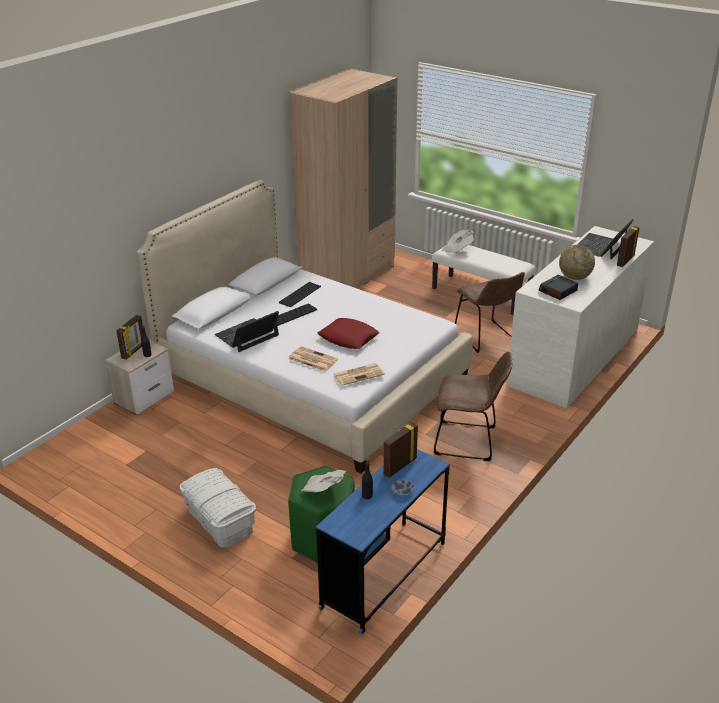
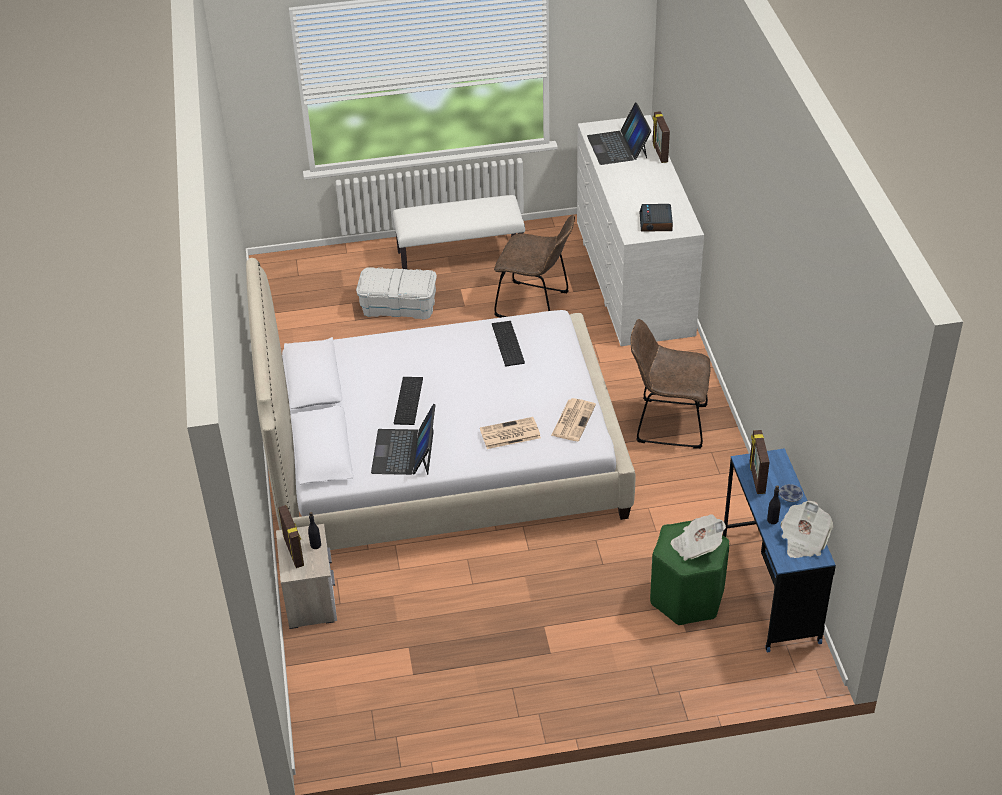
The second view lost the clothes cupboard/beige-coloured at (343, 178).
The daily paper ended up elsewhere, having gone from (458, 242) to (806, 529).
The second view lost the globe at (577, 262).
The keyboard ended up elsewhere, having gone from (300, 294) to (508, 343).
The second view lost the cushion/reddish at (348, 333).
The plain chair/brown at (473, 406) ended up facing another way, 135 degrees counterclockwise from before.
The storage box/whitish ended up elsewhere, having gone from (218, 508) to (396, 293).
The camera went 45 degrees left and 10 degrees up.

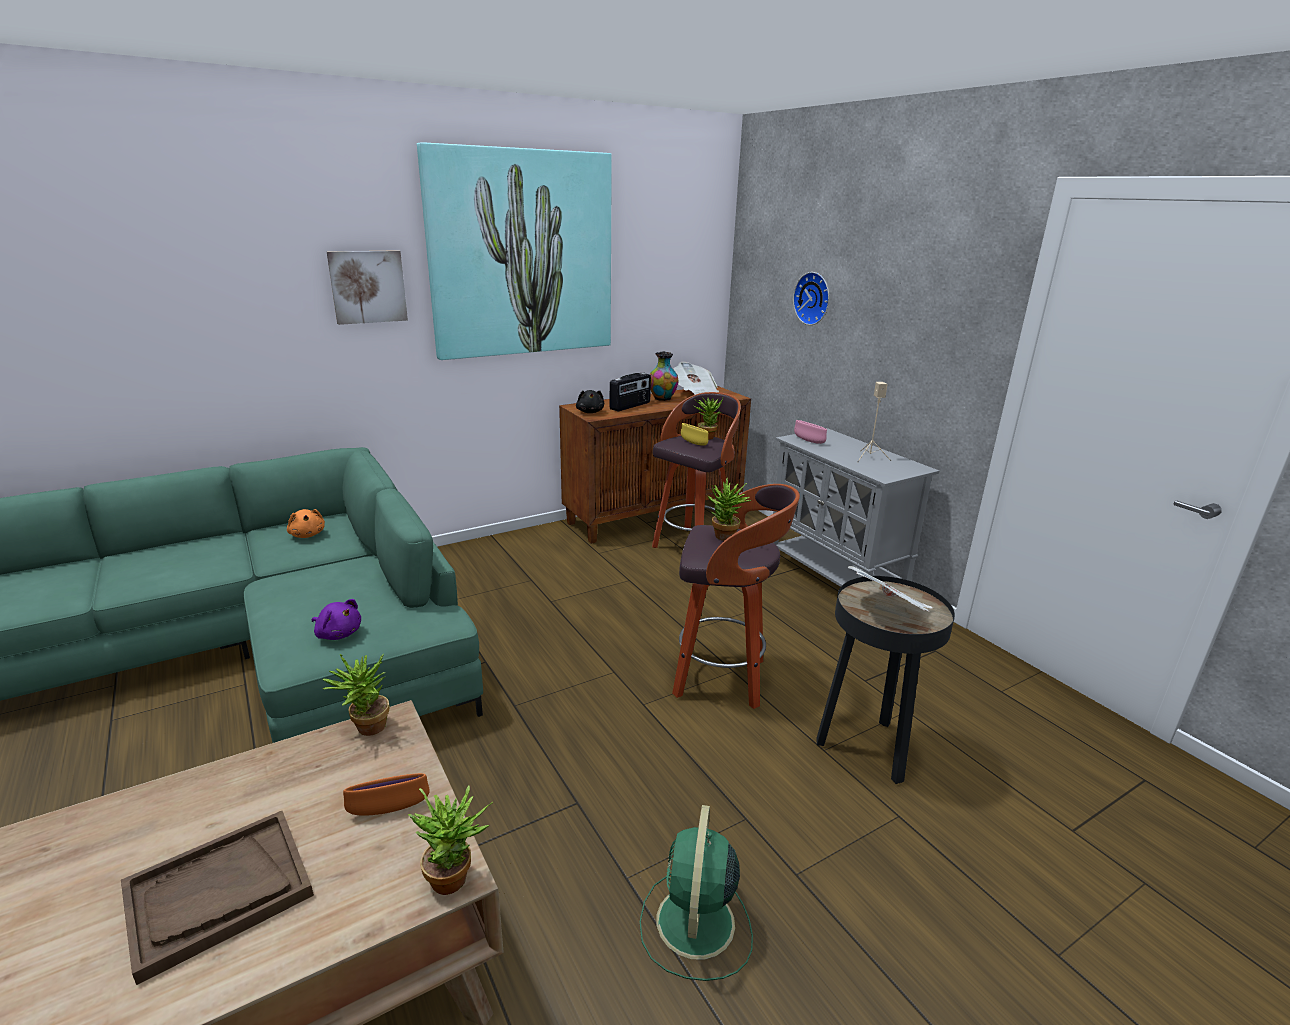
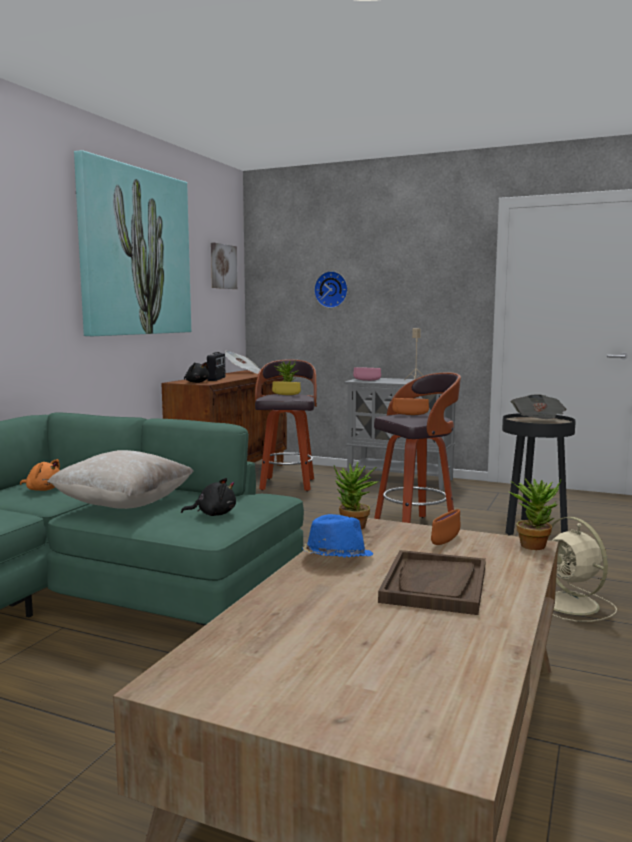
The wall picture ended up elsewhere, having gone from (367, 287) to (224, 266).
The second view lost the decorative vase at (664, 376).
Where the houseplant stood at (729, 509), the serving bowl/orange came to stand at (410, 406).
What was the cuddly toy/purplish at (336, 619) turned into the cuddly toy/black at (208, 497).
What was the cooling fan/greenish at (696, 893) turned into the cooling fan/beige-coloured at (582, 569).
The second view gained the cushion/beige-coloured at (120, 479).
The second view gained the hat/blue at (338, 536).
The camera went 35 degrees left and 15 degrees down.

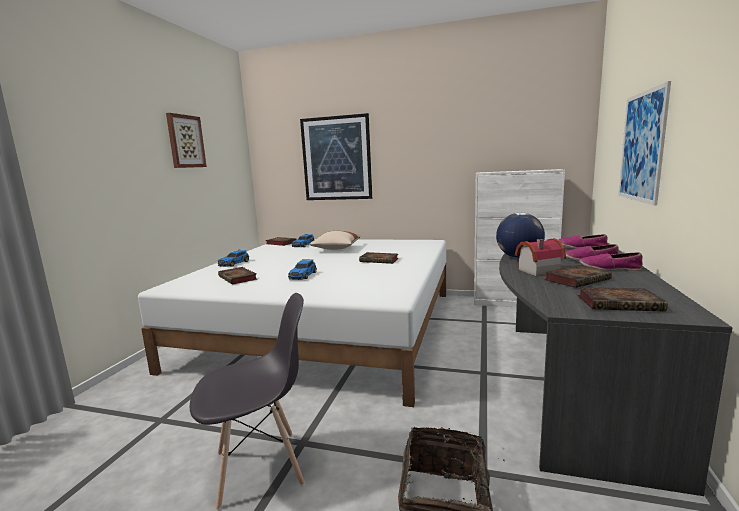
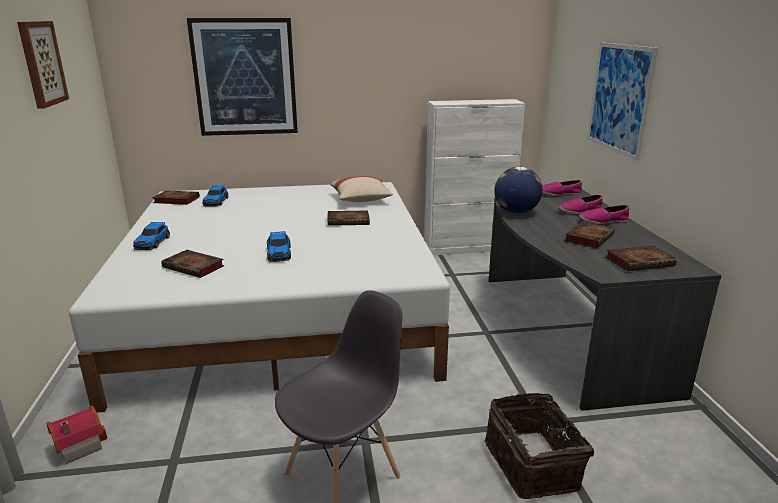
The cushion/beige-coloured ended up elsewhere, having gone from (334, 240) to (361, 189).
The toy house ended up elsewhere, having gone from (540, 257) to (77, 434).
The camera went 25 degrees left and 10 degrees up.

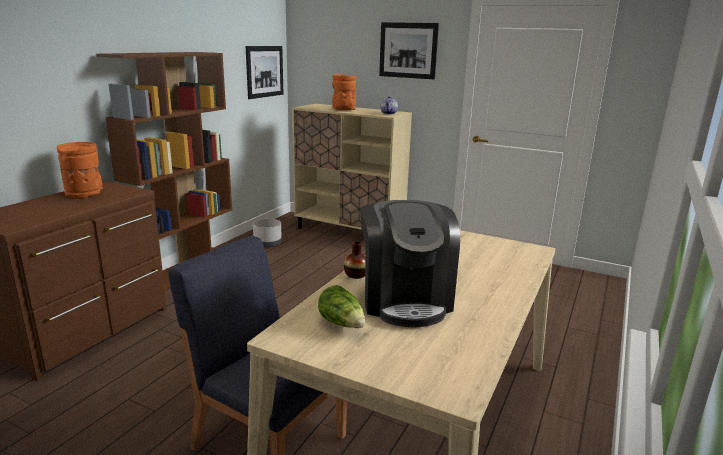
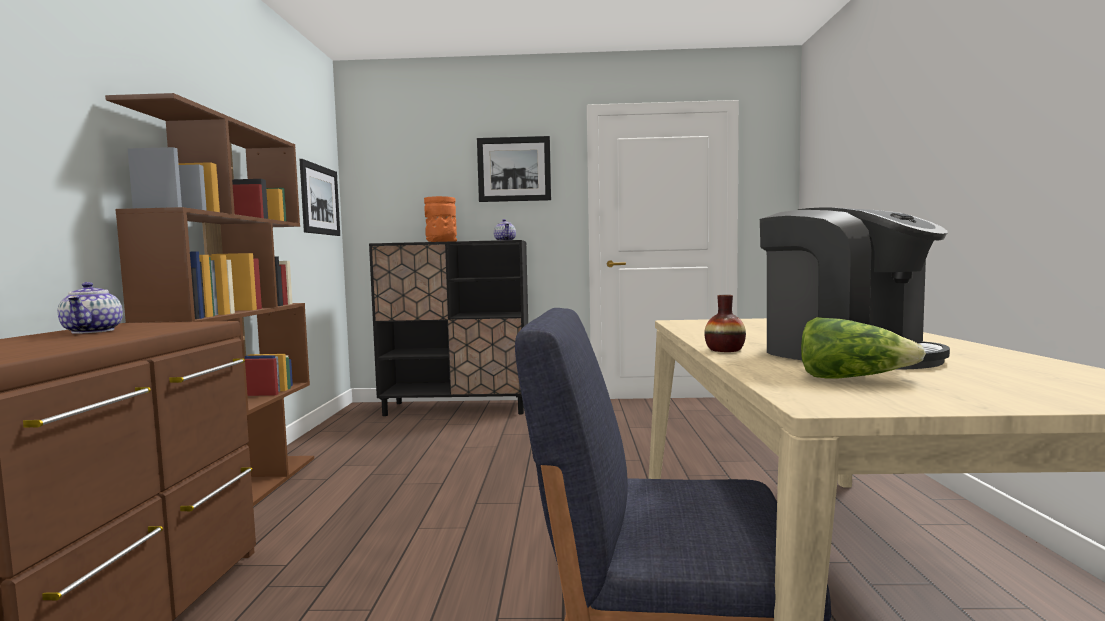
What was the cupboard/beige-coloured at (352, 167) turned into the cupboard/black at (448, 328).
Where the decorative vase/orange stood at (80, 170), the tea pot came to stand at (90, 308).
The second view lost the planter/grey at (267, 233).
The camera went 25 degrees left and 15 degrees down.

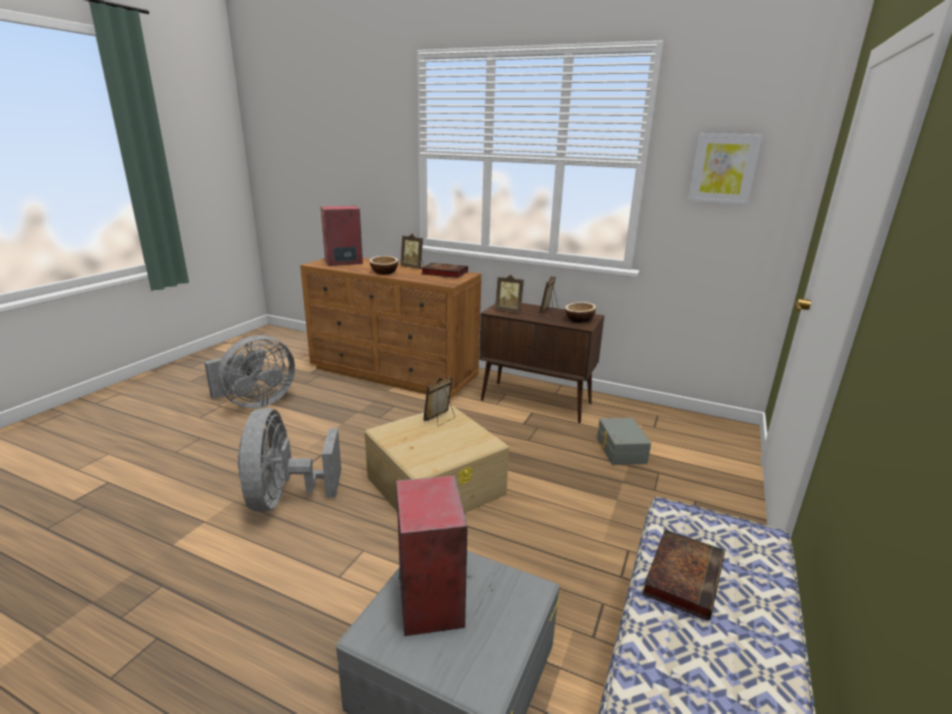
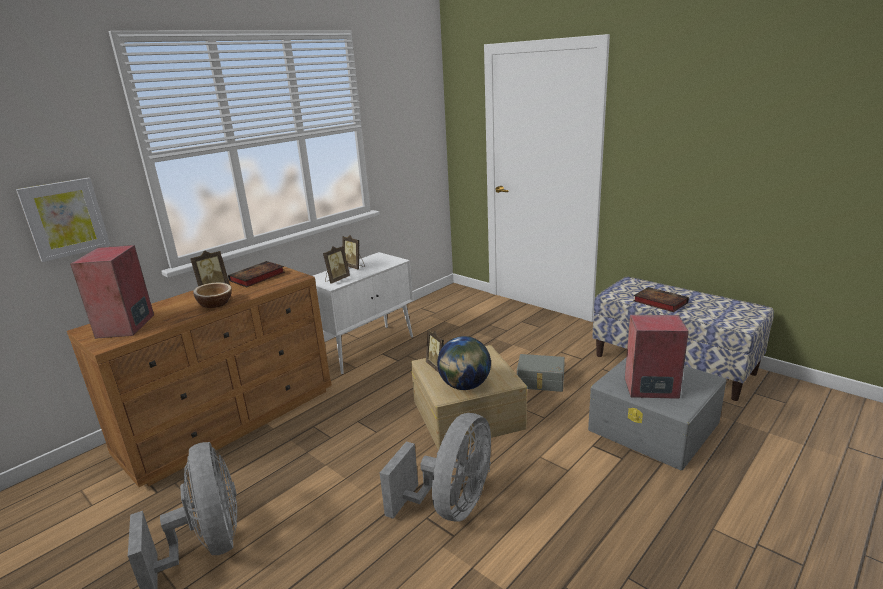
The wall picture ended up elsewhere, having gone from (725, 169) to (63, 220).
The second view lost the serving bowl at (580, 312).
What was the cupboard/brown at (542, 363) turned into the cupboard/whitish at (363, 313).
The cooling fan/grey at (289, 460) ended up facing another way, 75 degrees counterclockwise from before.
The storage box/grey ended up elsewhere, having gone from (624, 441) to (541, 373).
The second view gained the globe at (464, 363).
The camera went 70 degrees left and 0 degrees up.

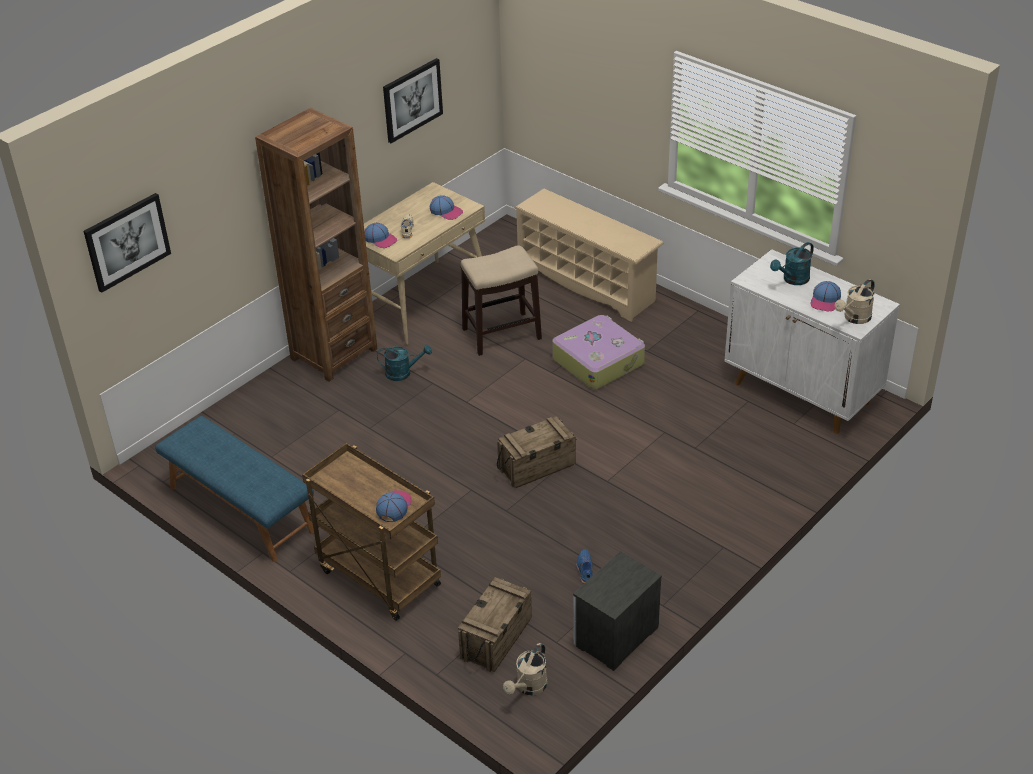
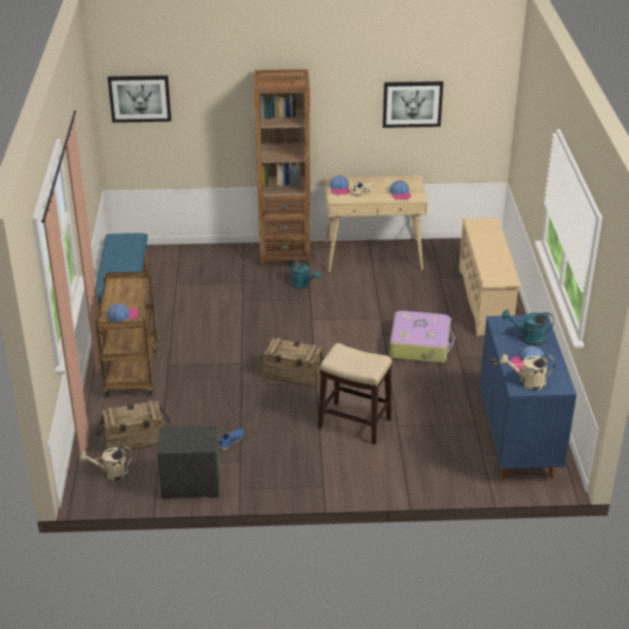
The sitting stool ended up elsewhere, having gone from (501, 300) to (355, 394).
What was the cupboard/whitish at (812, 341) turned into the cupboard/blue at (528, 397).
The camera went 45 degrees right and 5 degrees down.

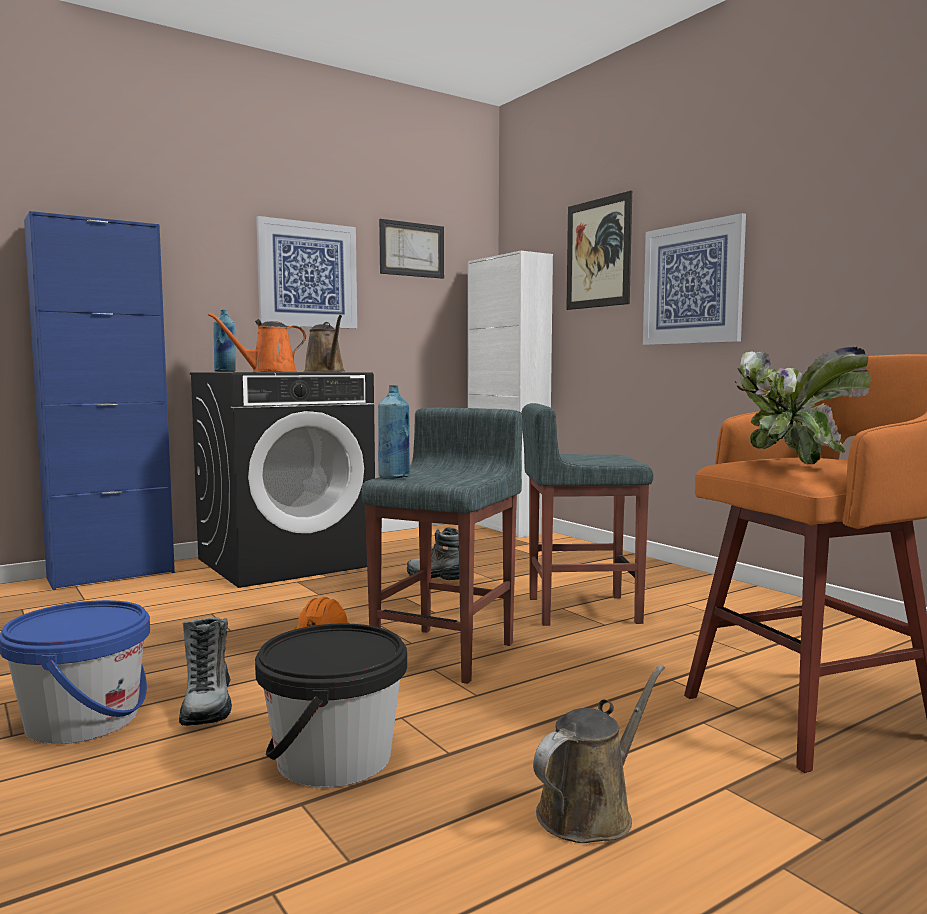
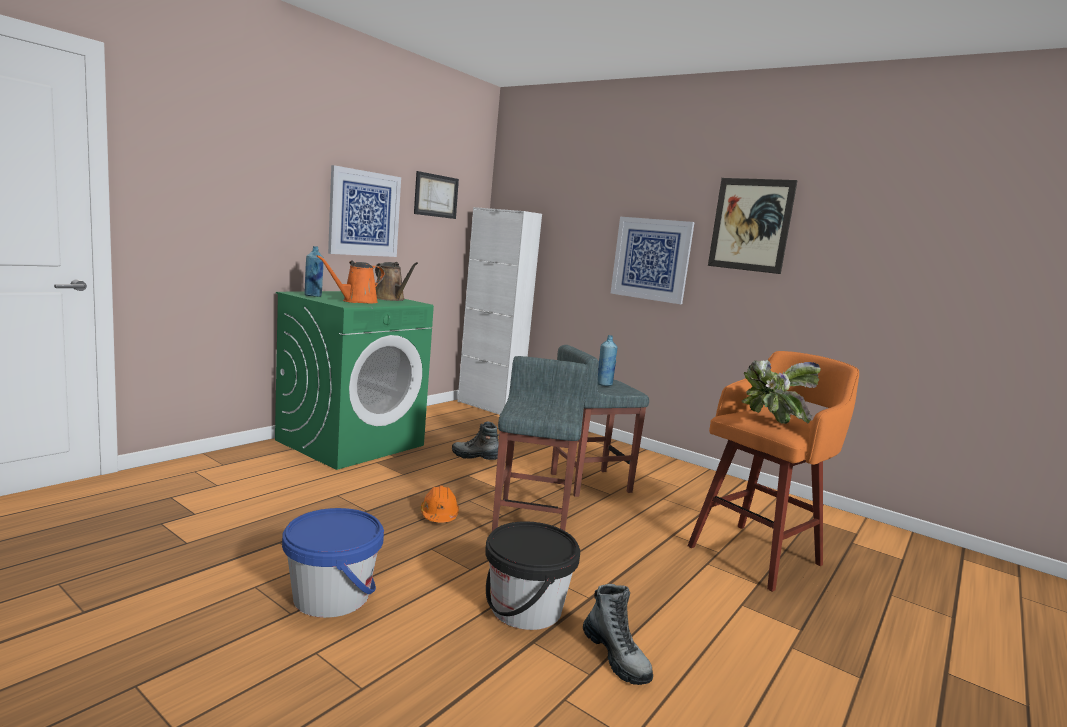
The wall picture ended up elsewhere, having gone from (599, 250) to (753, 226).
The second view lost the cupboard/blue at (99, 400).
What was the laundry machine/black at (282, 480) turned into the laundry machine/greenish at (354, 380).
The bottle/blue ended up elsewhere, having gone from (394, 432) to (607, 360).
The high-top boot ended up elsewhere, having gone from (205, 671) to (618, 634).
The second view lost the watering pot/brown at (599, 754).
The camera went 20 degrees left and 5 degrees up.

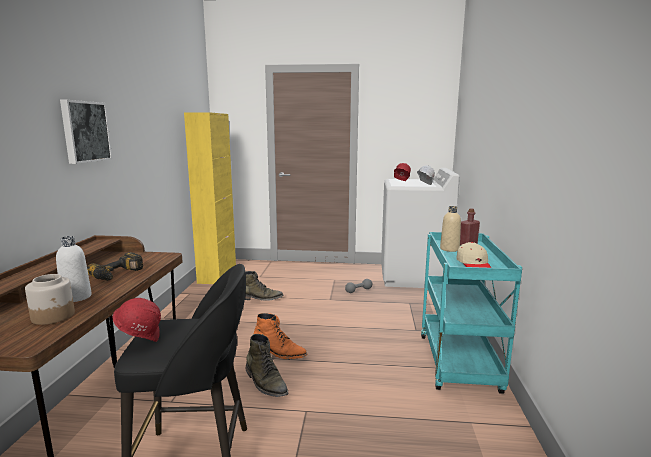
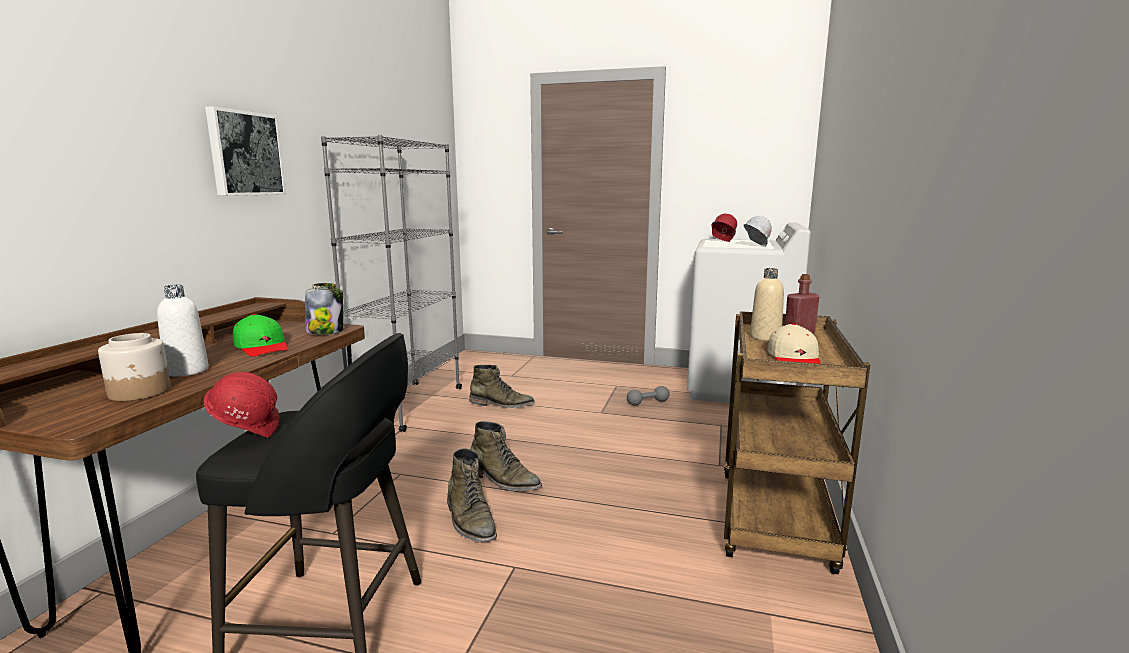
The second view lost the cupboard/yellow at (210, 198).
What was the trolley/turquoise at (471, 313) turned into the trolley/brown at (797, 442).
Where the power drill stood at (115, 266), the baseball cap/greenish came to stand at (261, 335).
What was the high-top boot/orange at (281, 336) turned into the high-top boot/greenish at (506, 456).
The second view gained the shelving unit/grey at (391, 283).
The second view gained the preserve jar at (324, 308).
The camera went 10 degrees right and 0 degrees up.

